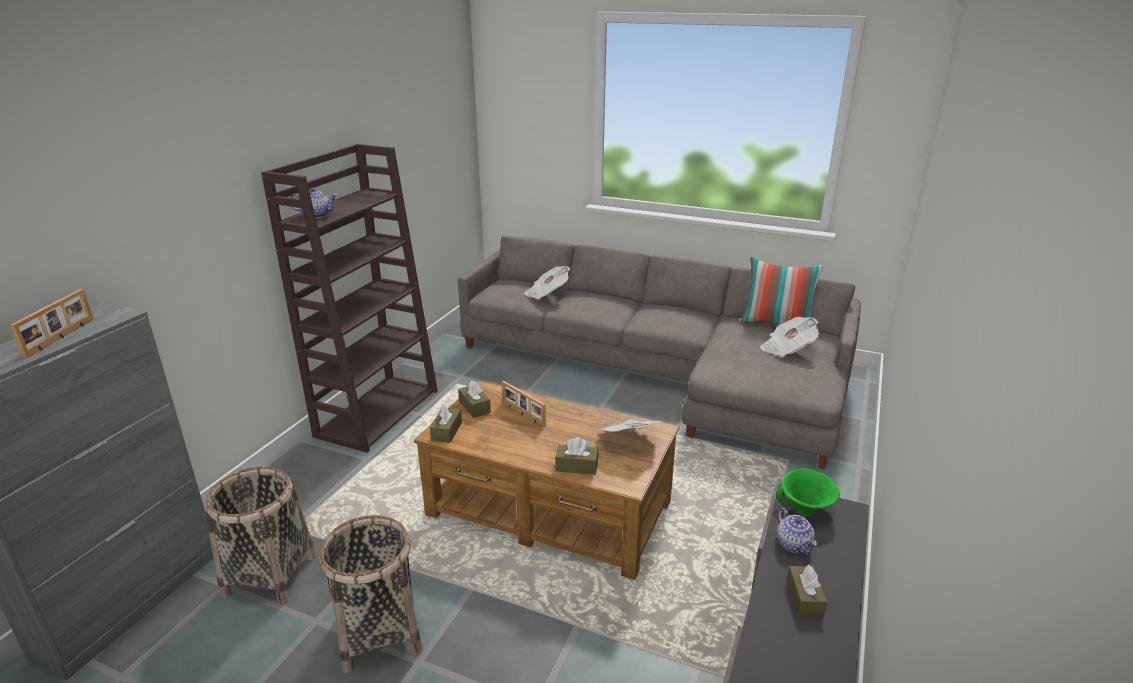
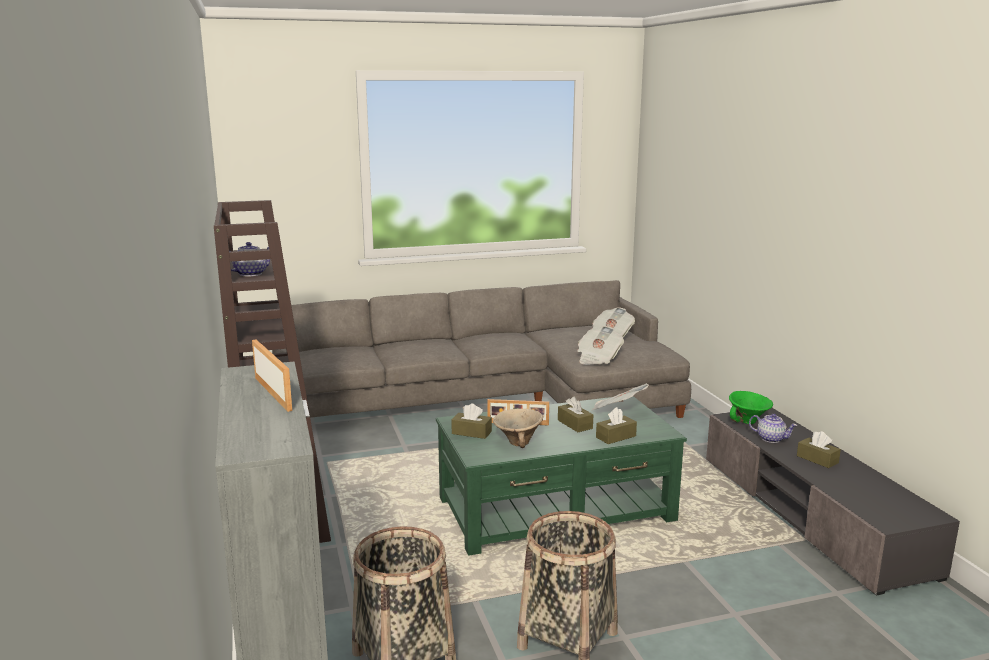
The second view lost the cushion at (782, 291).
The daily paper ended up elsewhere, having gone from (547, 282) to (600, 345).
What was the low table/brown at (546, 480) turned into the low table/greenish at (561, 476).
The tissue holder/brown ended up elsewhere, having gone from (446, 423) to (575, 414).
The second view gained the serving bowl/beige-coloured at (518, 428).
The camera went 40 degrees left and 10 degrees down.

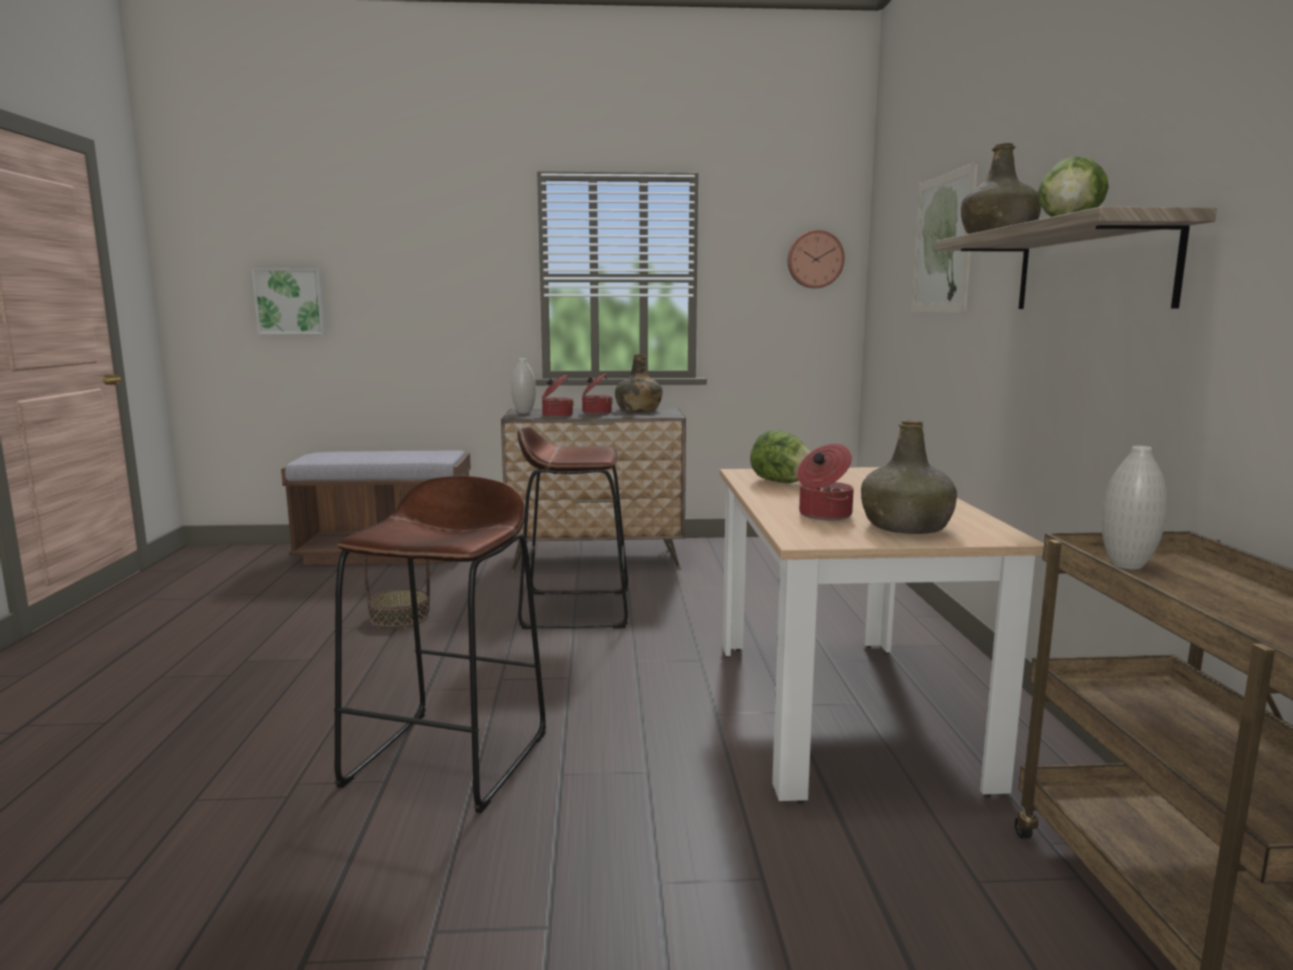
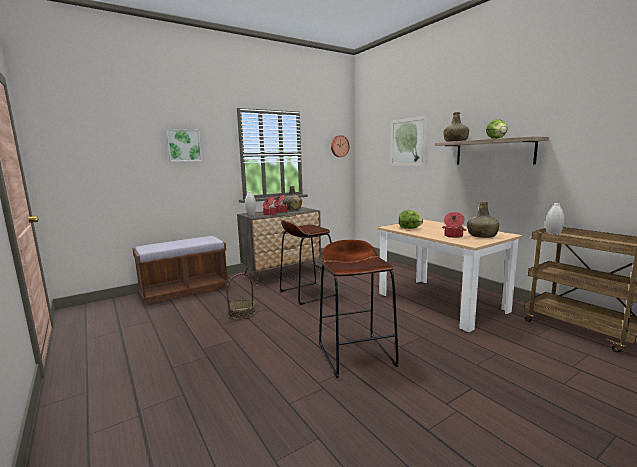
The wall picture ended up elsewhere, having gone from (288, 301) to (184, 145).
The camera went 30 degrees left and 0 degrees up.

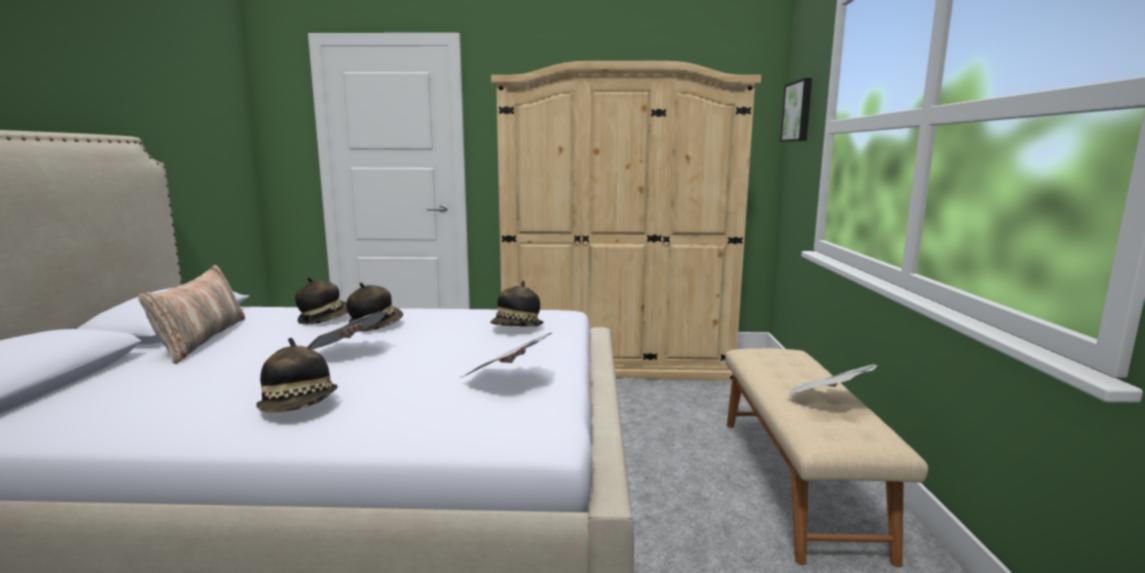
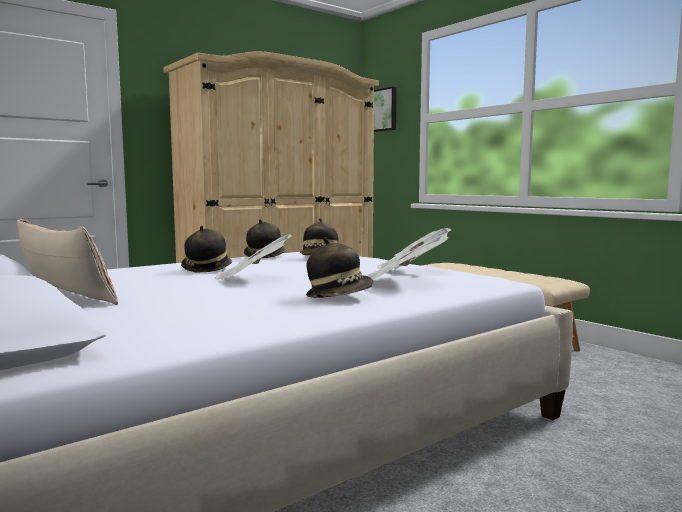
The hat ended up elsewhere, having gone from (321, 300) to (265, 239).
The daily paper ended up elsewhere, having gone from (832, 379) to (404, 258).
The camera went 40 degrees left and 5 degrees down.

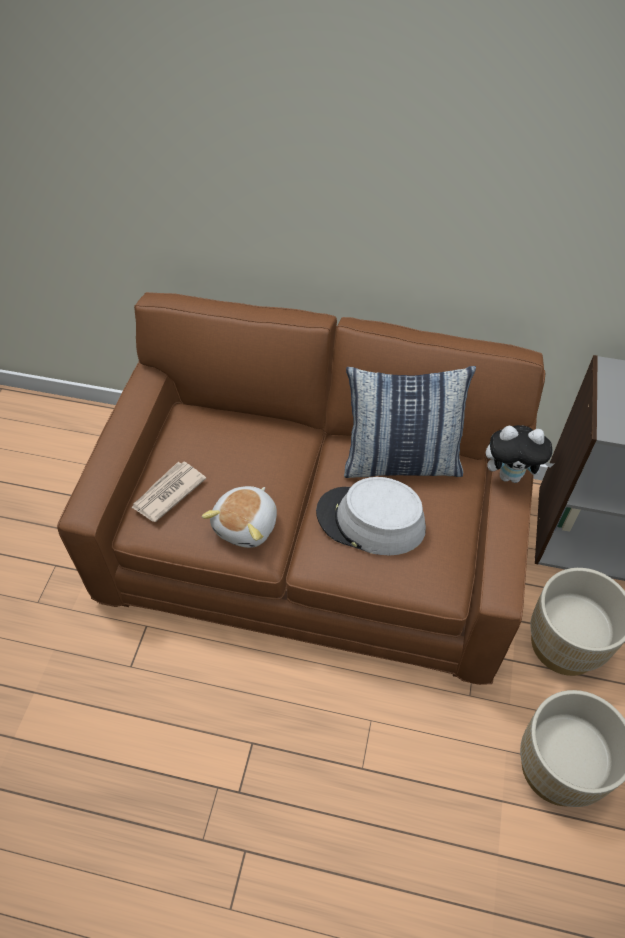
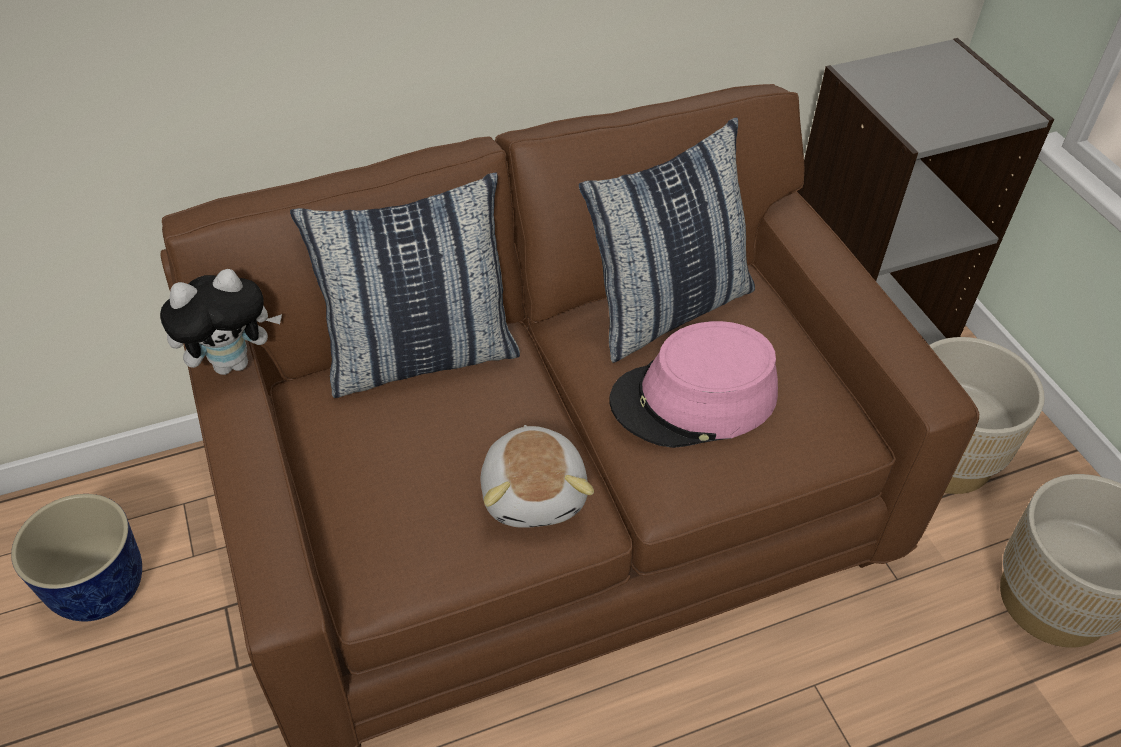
The cuddly toy ended up elsewhere, having gone from (520, 454) to (221, 322).
The second view lost the daily paper at (168, 492).
What was the hat/grey at (371, 516) turned into the hat/pink-coloured at (693, 384).
The second view gained the cushion at (405, 285).
The second view gained the planter at (76, 557).
The camera went 35 degrees left and 5 degrees down.

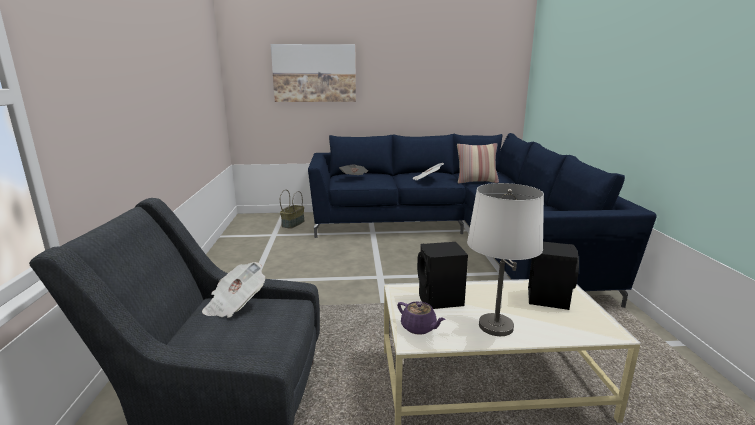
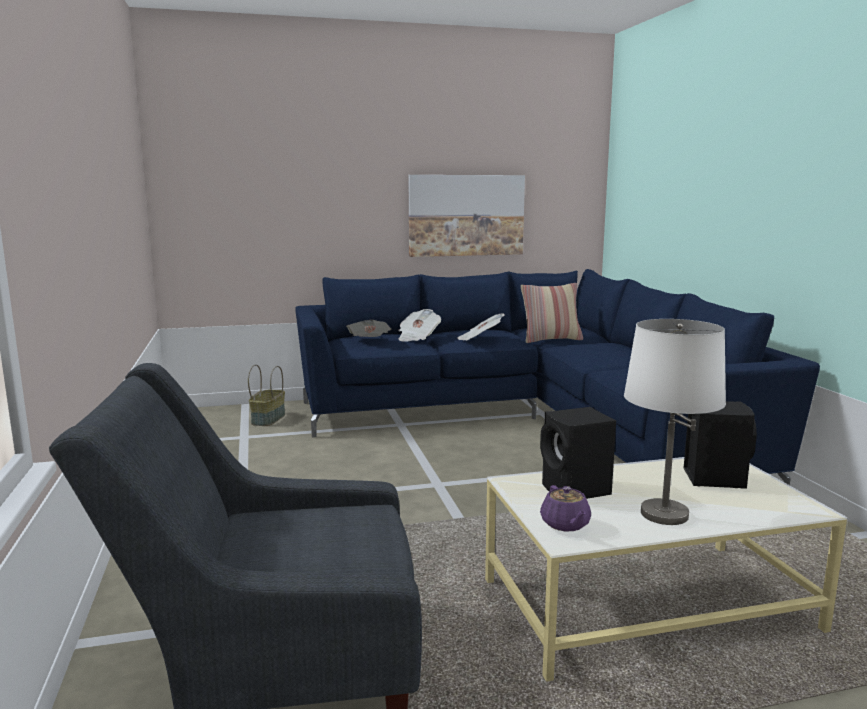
The wall picture ended up elsewhere, having gone from (313, 73) to (466, 216).
The daily paper ended up elsewhere, having gone from (233, 290) to (419, 325).
The tea pot/purplish at (421, 318) ended up facing another way, 45 degrees clockwise from before.
The camera went 10 degrees left and 5 degrees down.

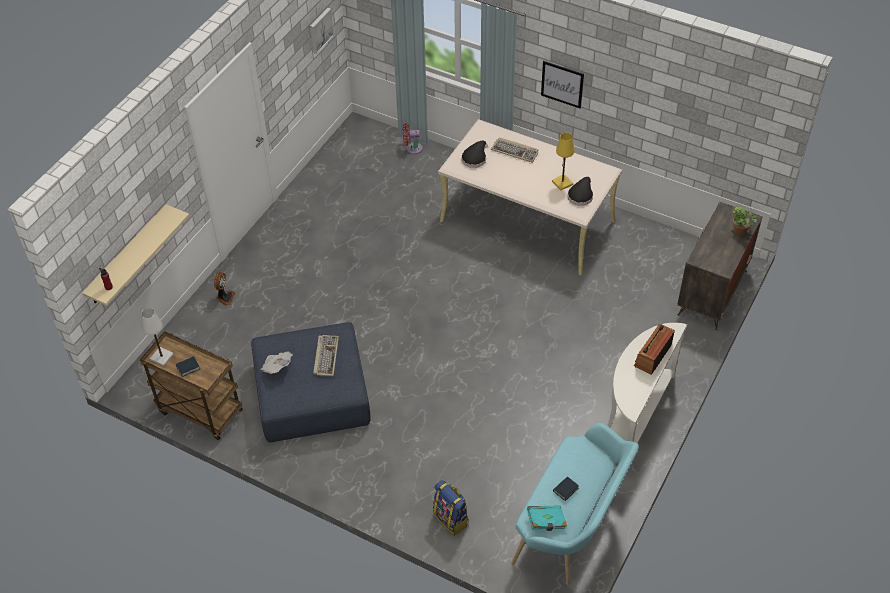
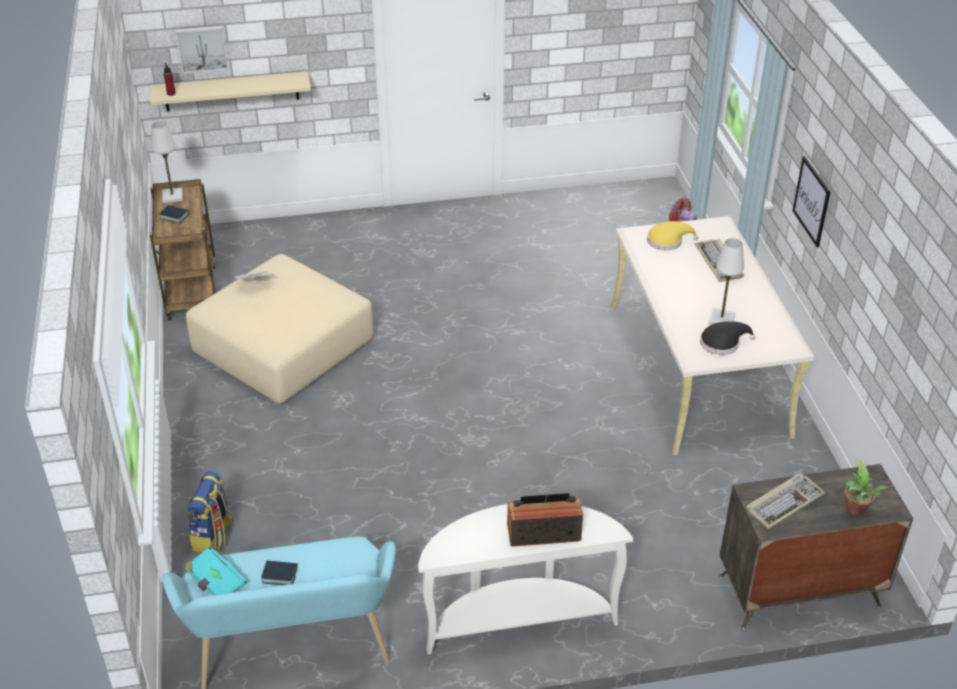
The wall picture ended up elsewhere, having gone from (322, 31) to (202, 50).
What was the lamp for a table/yellow at (563, 161) turned into the lamp for a table/whitish at (726, 281).
What was the hat/black at (475, 154) turned into the hat/yellow at (672, 235).
The second view lost the cooling fan at (224, 289).
What was the ottoman/blue at (311, 382) turned into the ottoman/beige-coloured at (279, 329).
The keyboard ended up elsewhere, having gone from (326, 355) to (785, 501).
The camera went 50 degrees right and 10 degrees down.

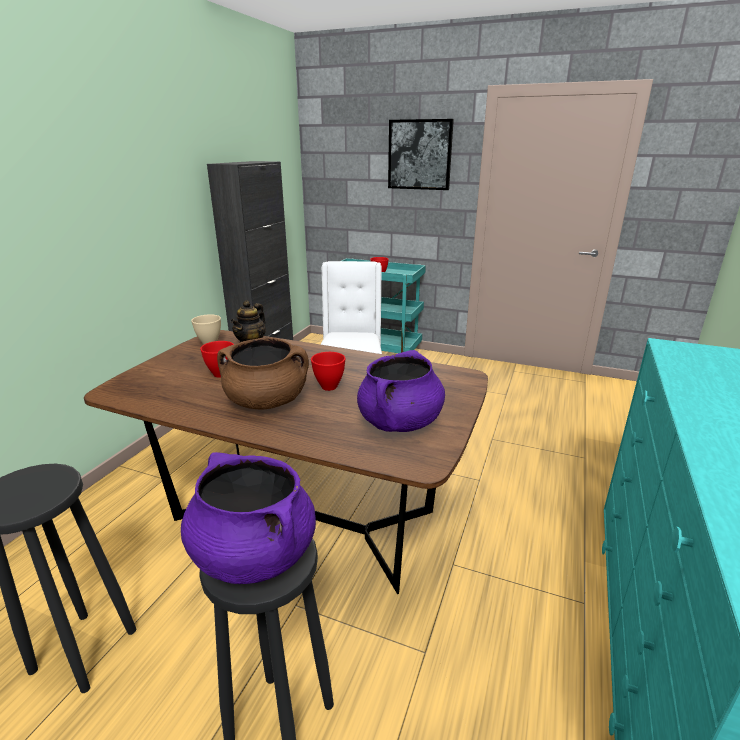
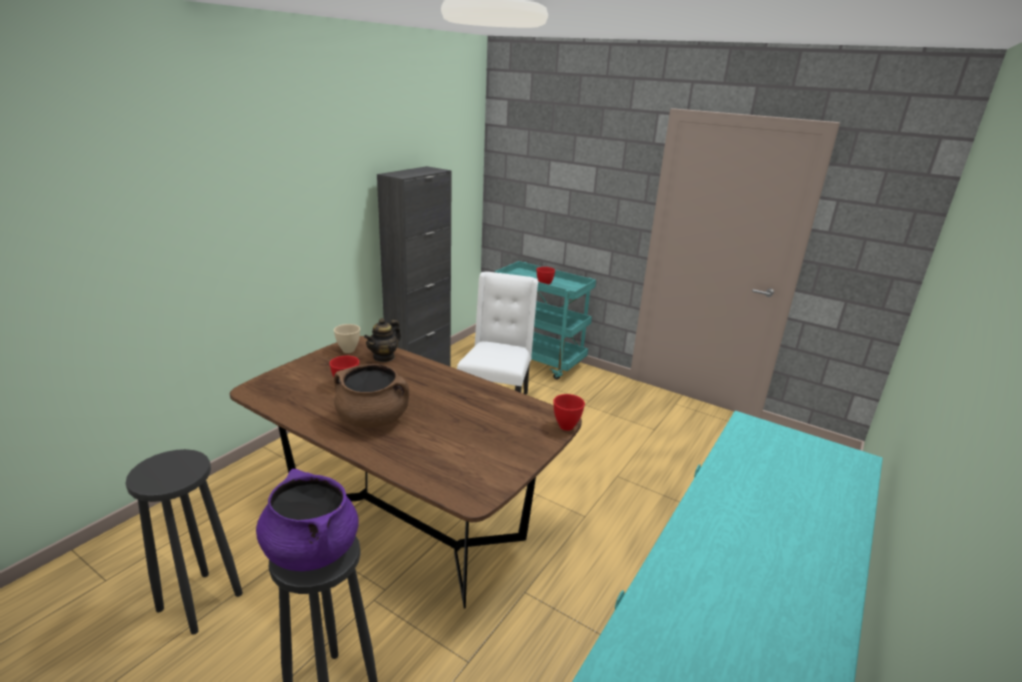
The second view lost the wall picture at (421, 154).
The second view lost the saucepot/purplish at (401, 391).
The serving bowl/reddish ended up elsewhere, having gone from (328, 371) to (569, 412).
The camera went 10 degrees right and 0 degrees up.

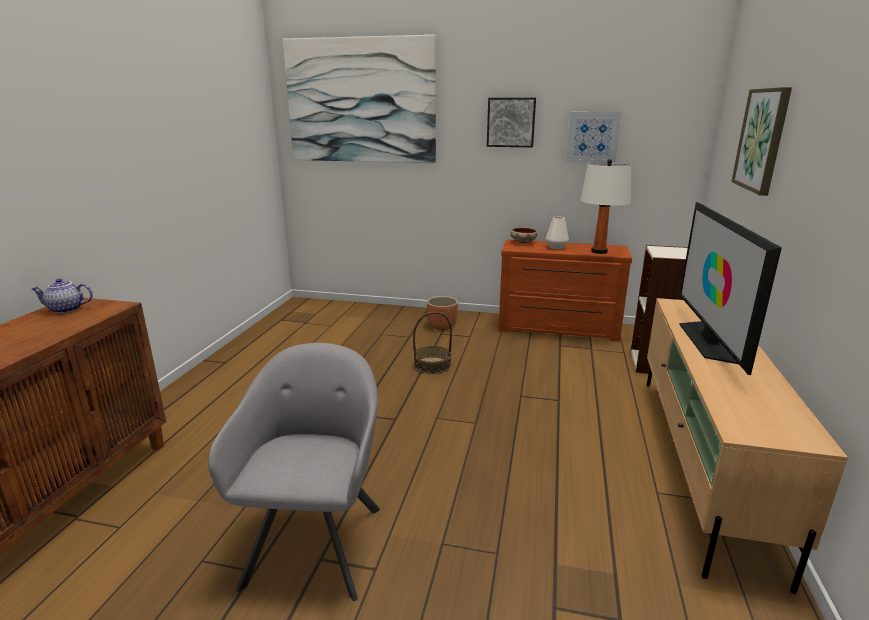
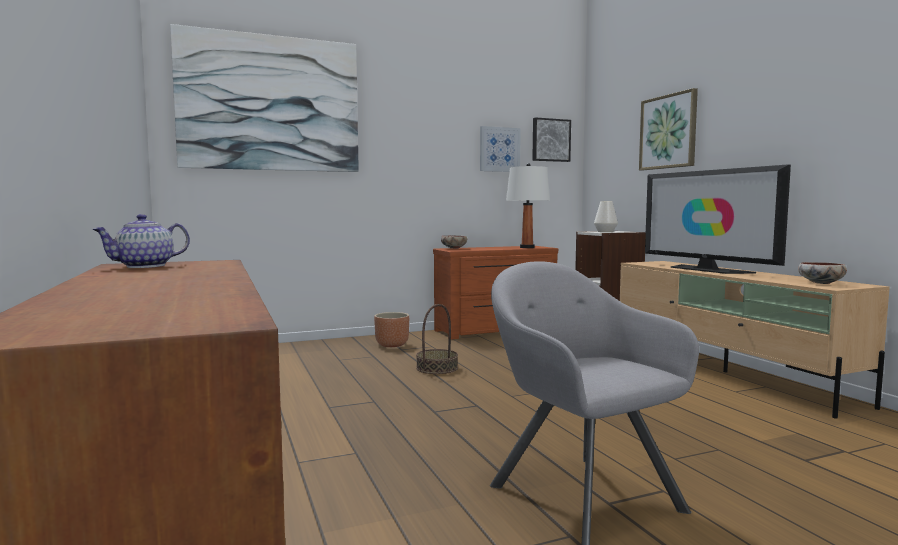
The wall picture ended up elsewhere, having gone from (511, 123) to (551, 140).
The decorative vase/whitish ended up elsewhere, having gone from (557, 233) to (606, 216).
The second view gained the serving bowl at (822, 273).
The camera went 35 degrees left and 15 degrees down.

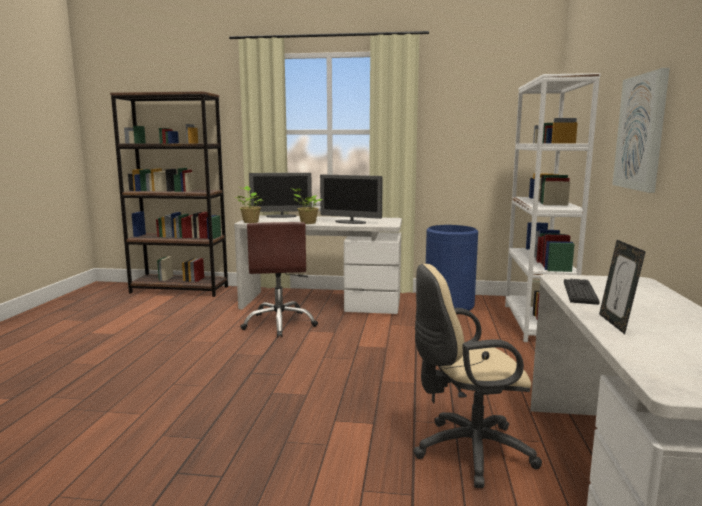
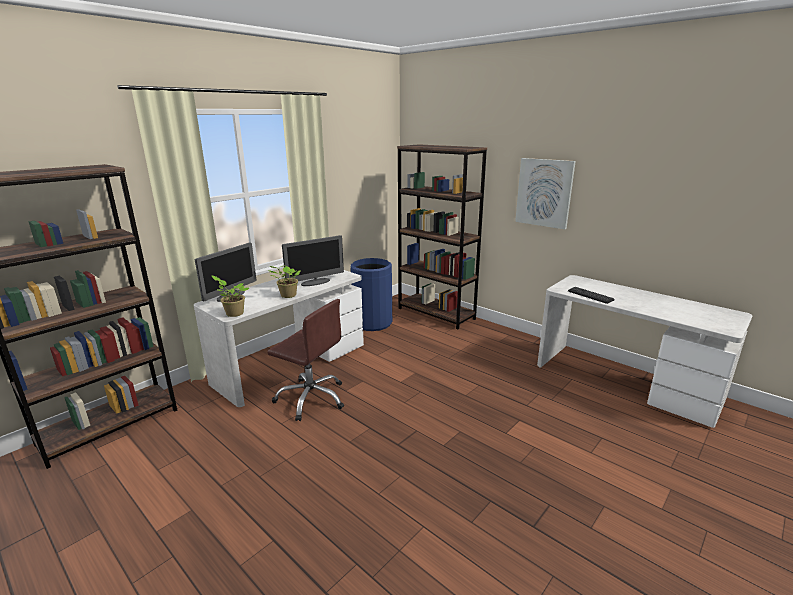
What was the shelving unit/whitish at (553, 207) turned into the shelving unit/brown at (442, 237).
The second view lost the picture frame at (622, 287).
The second view lost the office chair/beige-coloured at (477, 376).
The camera went 55 degrees left and 10 degrees up.

